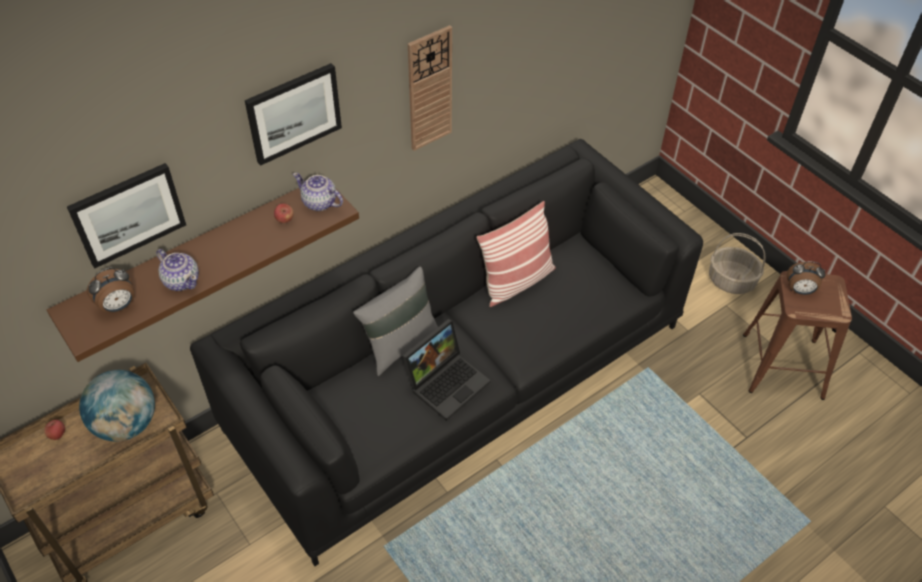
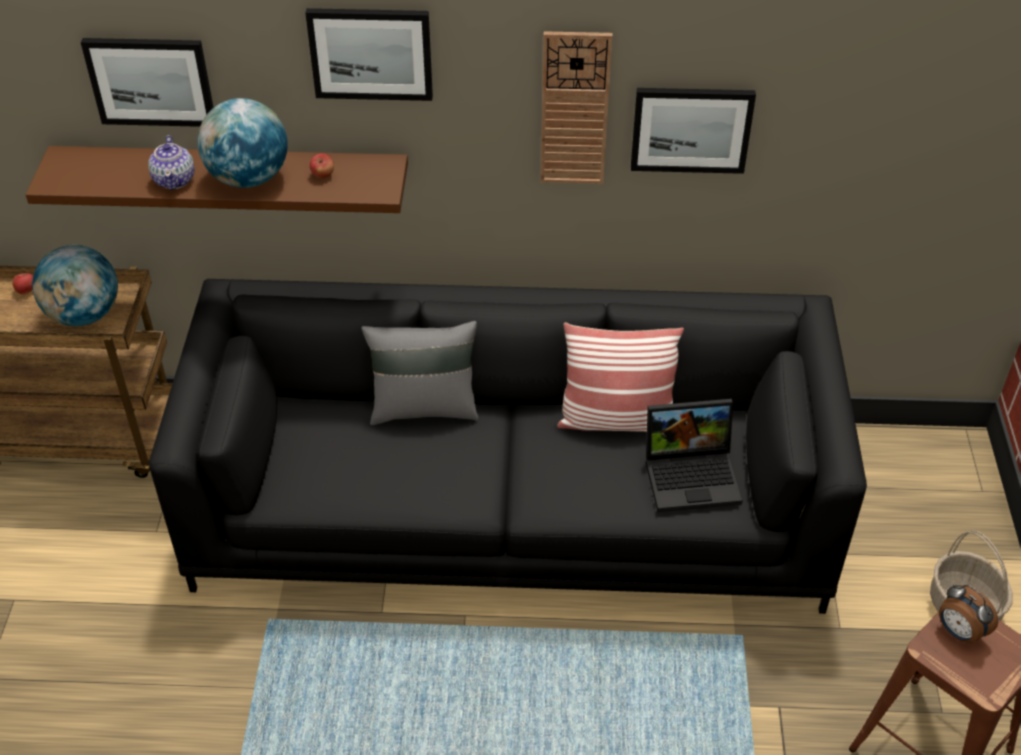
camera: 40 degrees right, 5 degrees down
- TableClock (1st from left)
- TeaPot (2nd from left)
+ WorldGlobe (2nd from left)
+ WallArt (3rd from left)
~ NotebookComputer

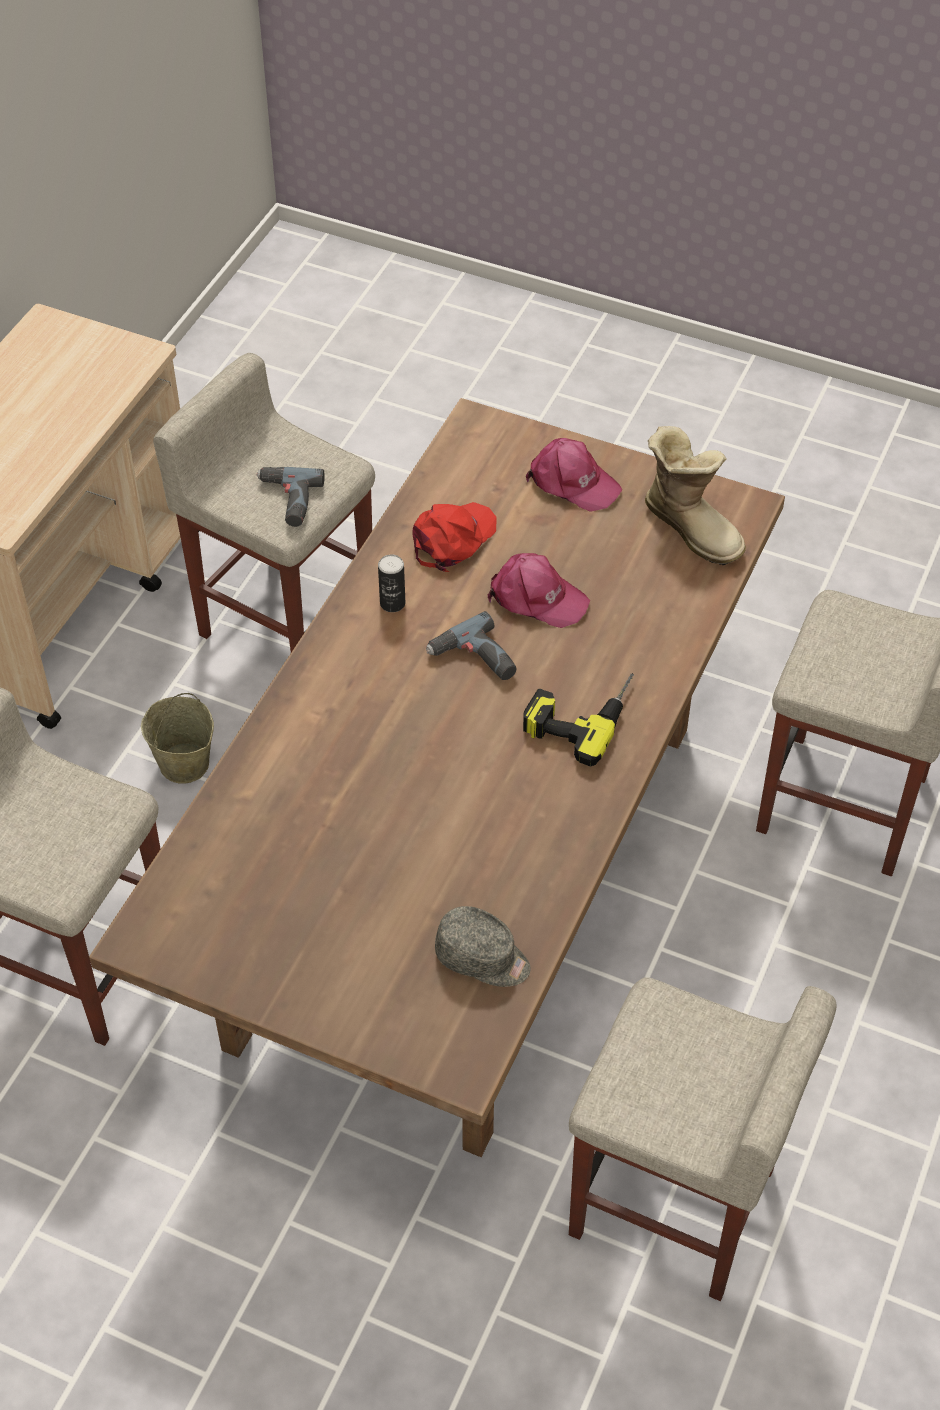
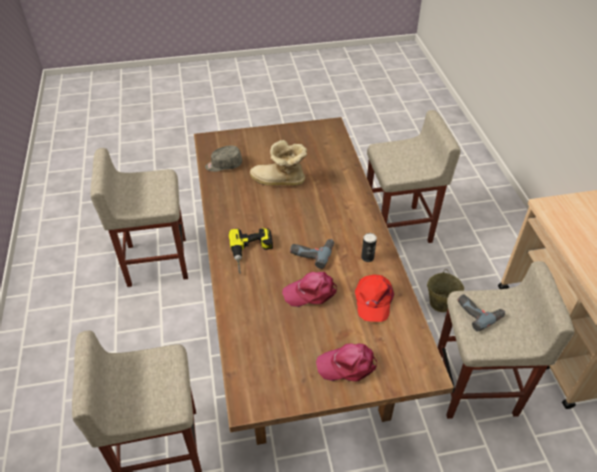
camera: 145 degrees right, 5 degrees down
~ Boot

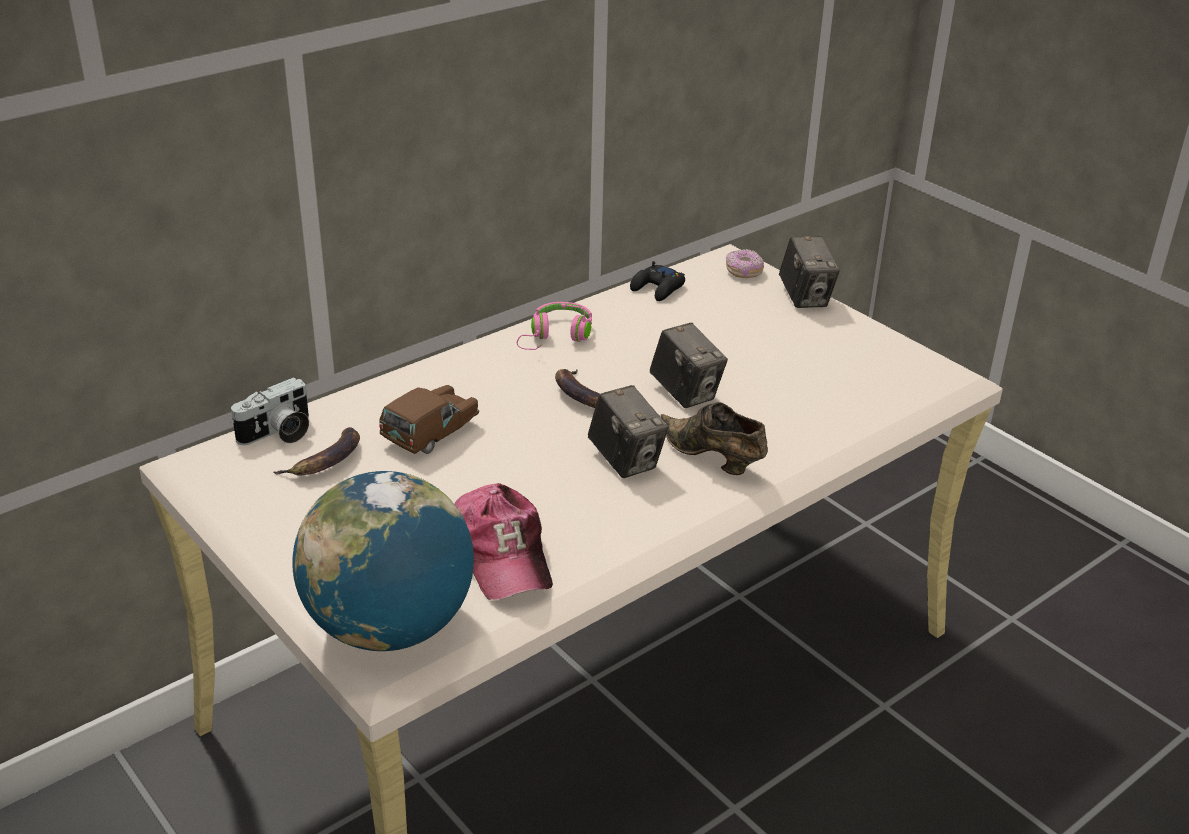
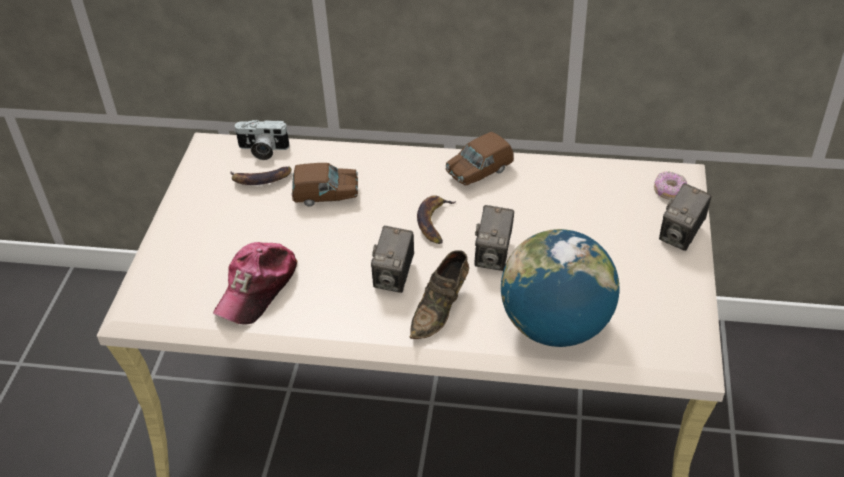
camera: 50 degrees right, 10 degrees up
- BlackishJoypad
~ WorldGlobe
~ PinkColouredHeadset to BrownColouredModelCar (2nd from left)
~ BrownColouredLowShoe 150 degrees counterclockwise

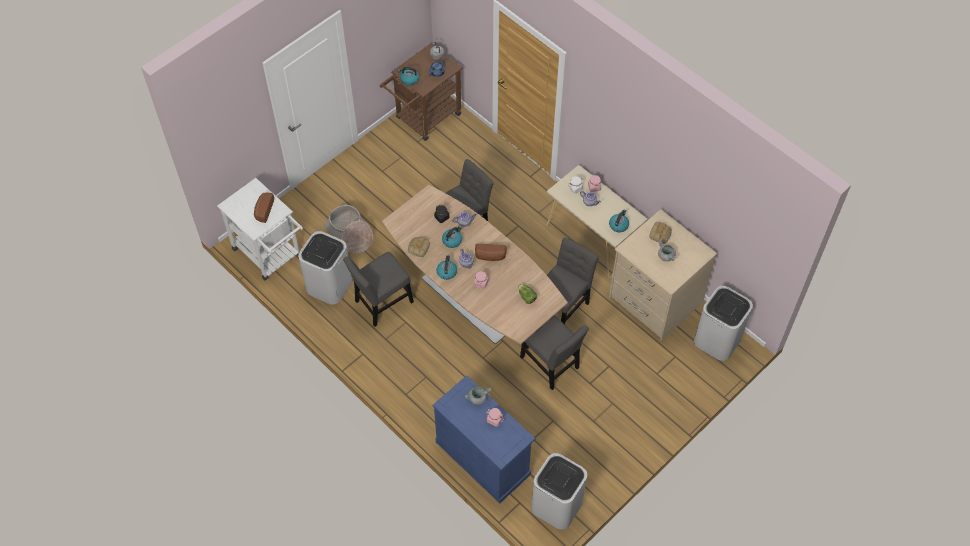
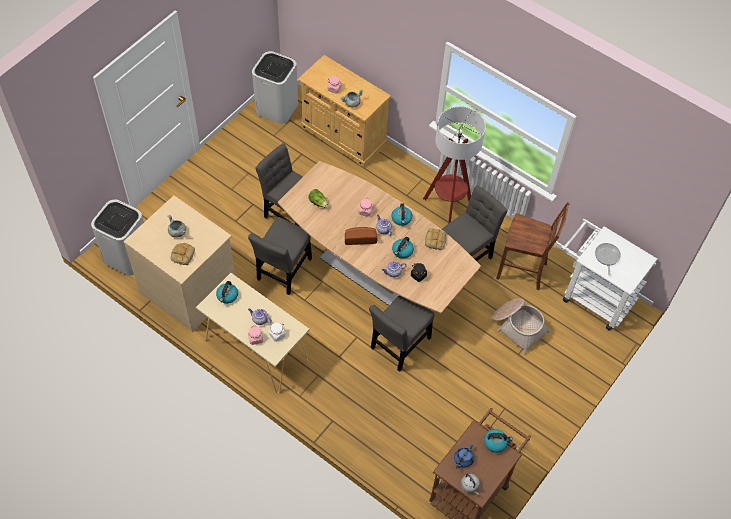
camera: 170 degrees right, 0 degrees up
+ FloorLamp
~ Bread (1st from left) to Skillet
~ WhiteColouredWasteBin (1st from left) to BrownColouredUprightChair
~ BluishCupboard to BeigeCupboard

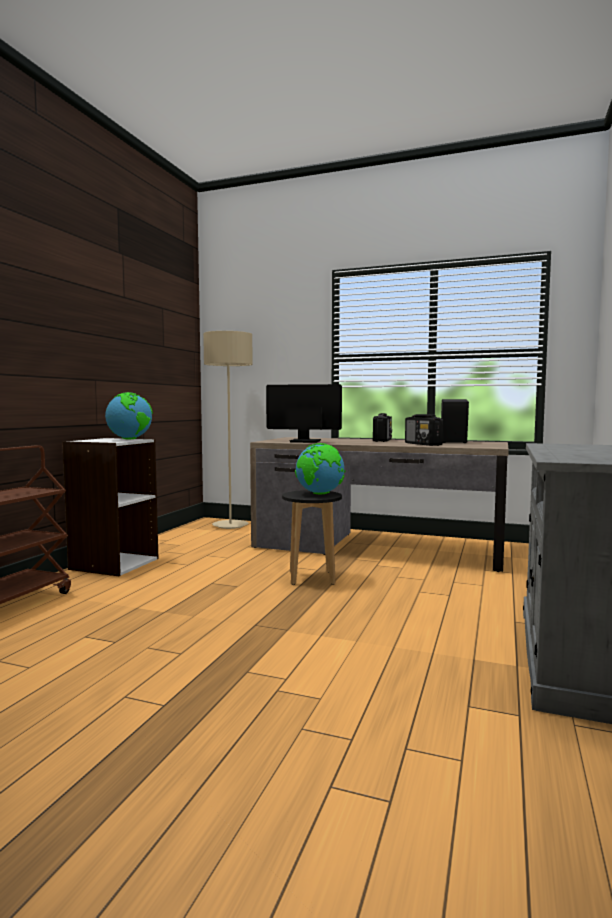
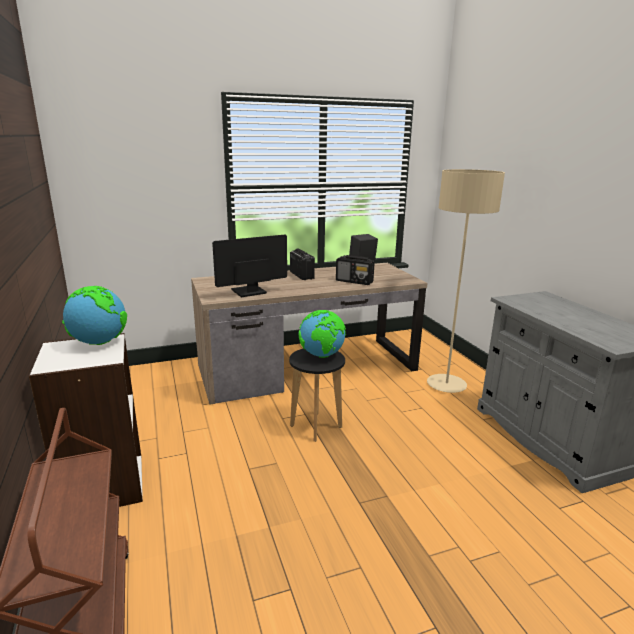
camera: 40 degrees left, 15 degrees up
~ BeigeFloorLamp

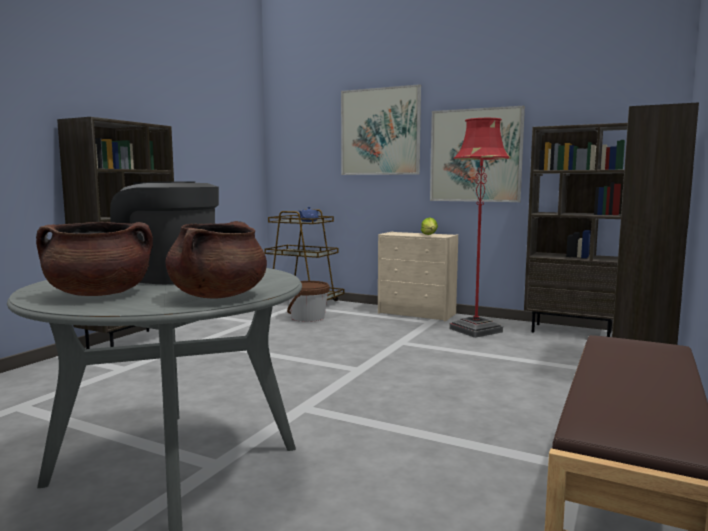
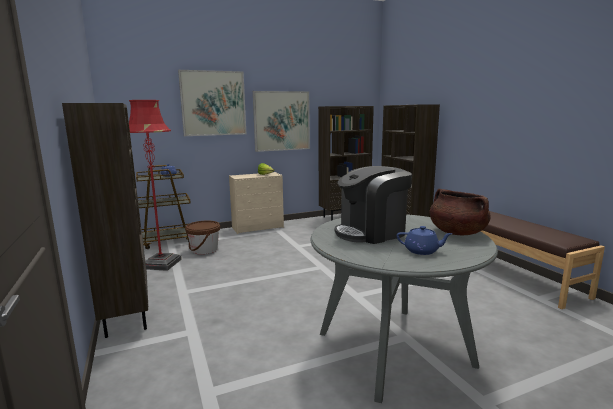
camera: 50 degrees left, 5 degrees up
~ RedColouredFloorLamp
~ BrownColouredStockpot (1st from left) to BluishTeaPot (2nd from left)

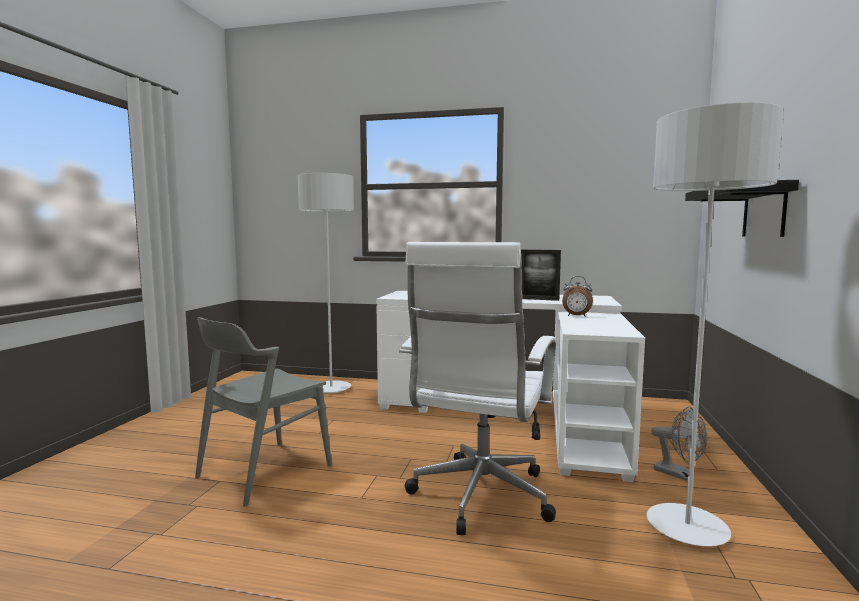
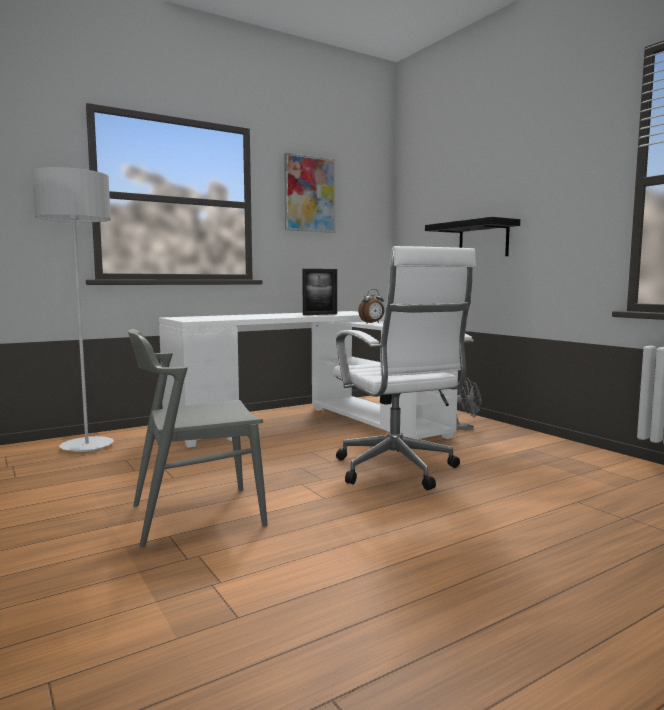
camera: 45 degrees left, 0 degrees up
- GrayFloorLamp (2nd from left)
+ WallArt
~ GrayUprightChair 75 degrees clockwise

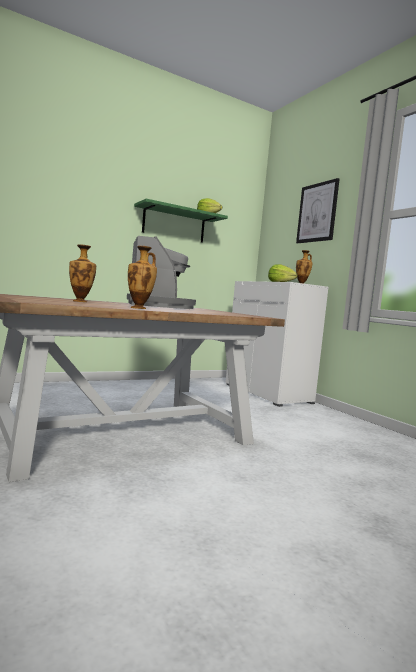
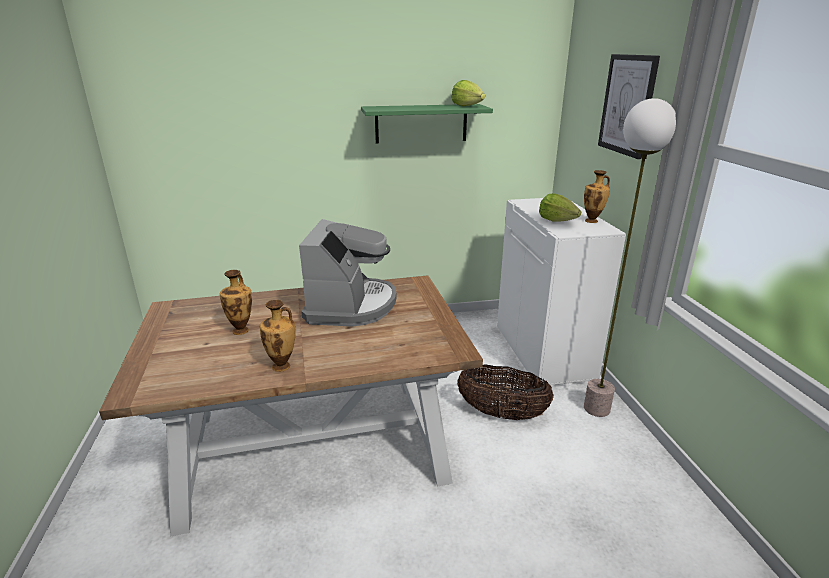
camera: 20 degrees right, 20 degrees up
+ HouseholdBasket
+ FloorLamp

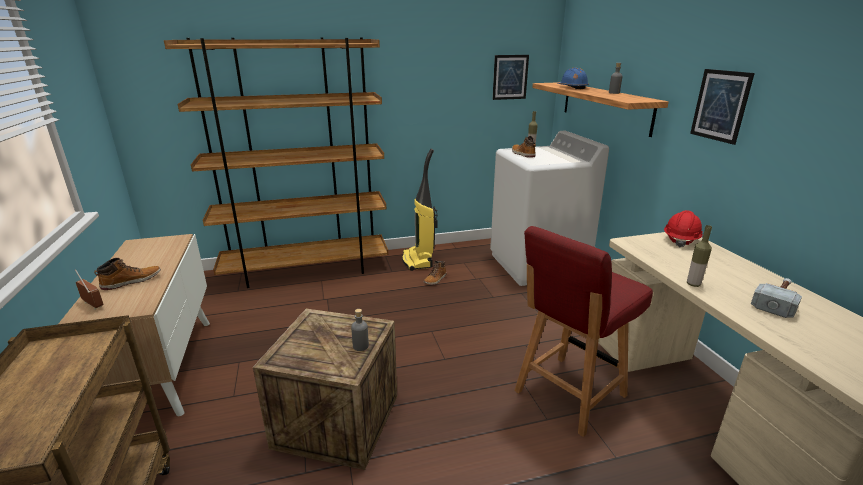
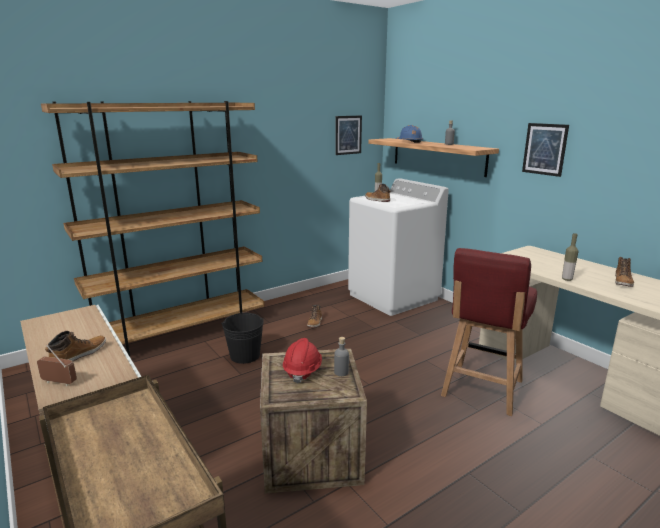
camera: 20 degrees left, 5 degrees down
- Hoover
+ BlackishBucket
~ RedColouredHardHat
~ ToolHammer to Boot (4th from left)

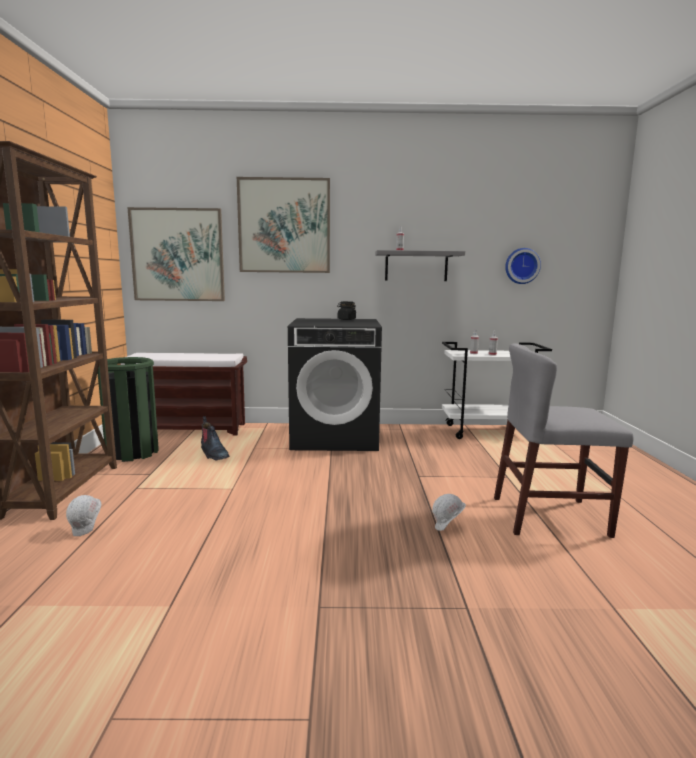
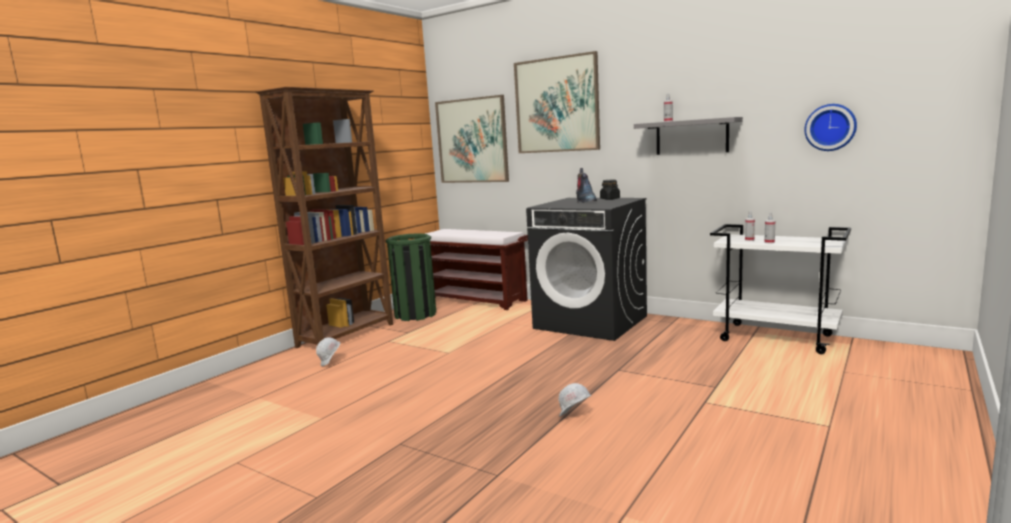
camera: 35 degrees right, 0 degrees up
- GrayUprightChair
~ Boot

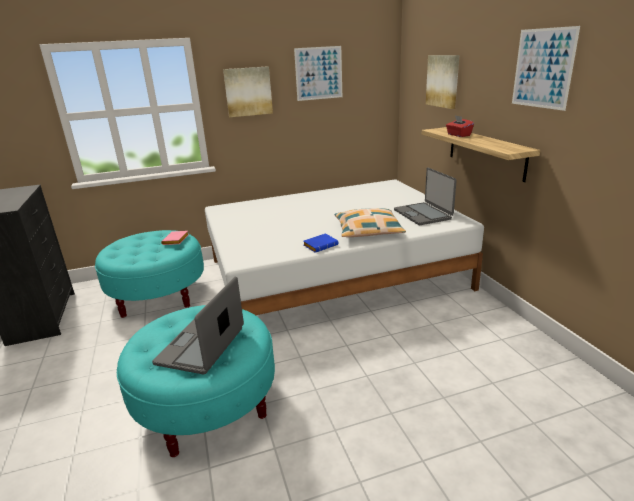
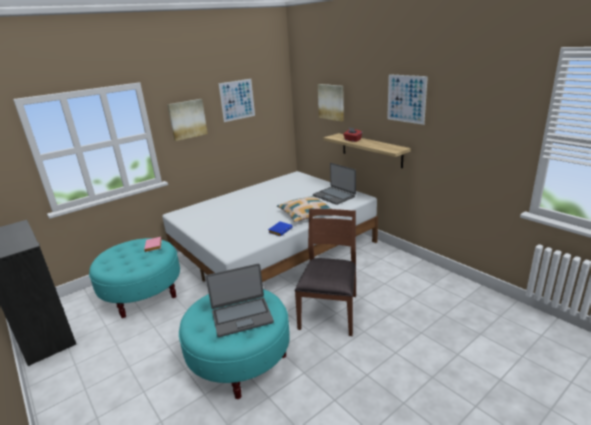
camera: 20 degrees left, 0 degrees up
+ BrownColouredUprightChair
~ NotebookComputer (1st from left) 105 degrees counterclockwise

